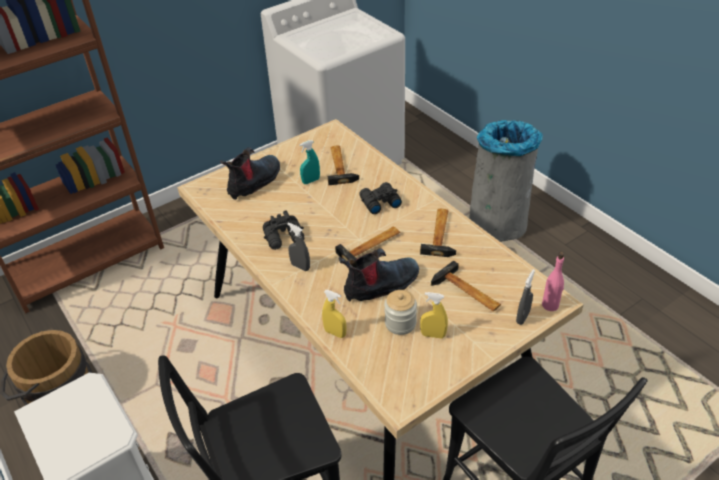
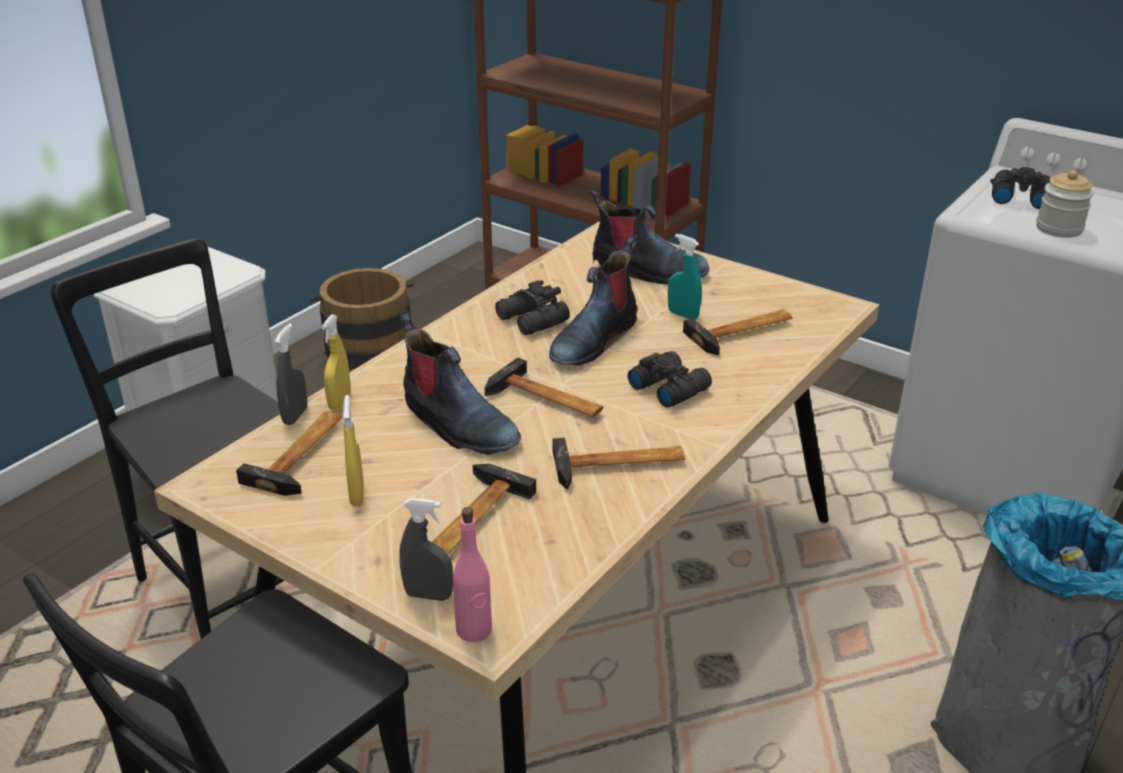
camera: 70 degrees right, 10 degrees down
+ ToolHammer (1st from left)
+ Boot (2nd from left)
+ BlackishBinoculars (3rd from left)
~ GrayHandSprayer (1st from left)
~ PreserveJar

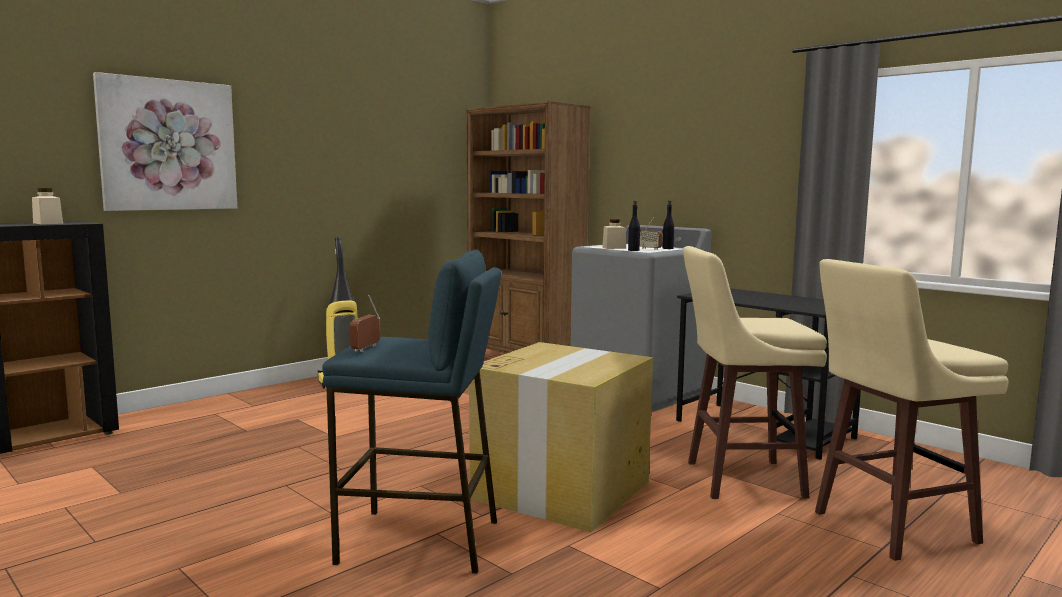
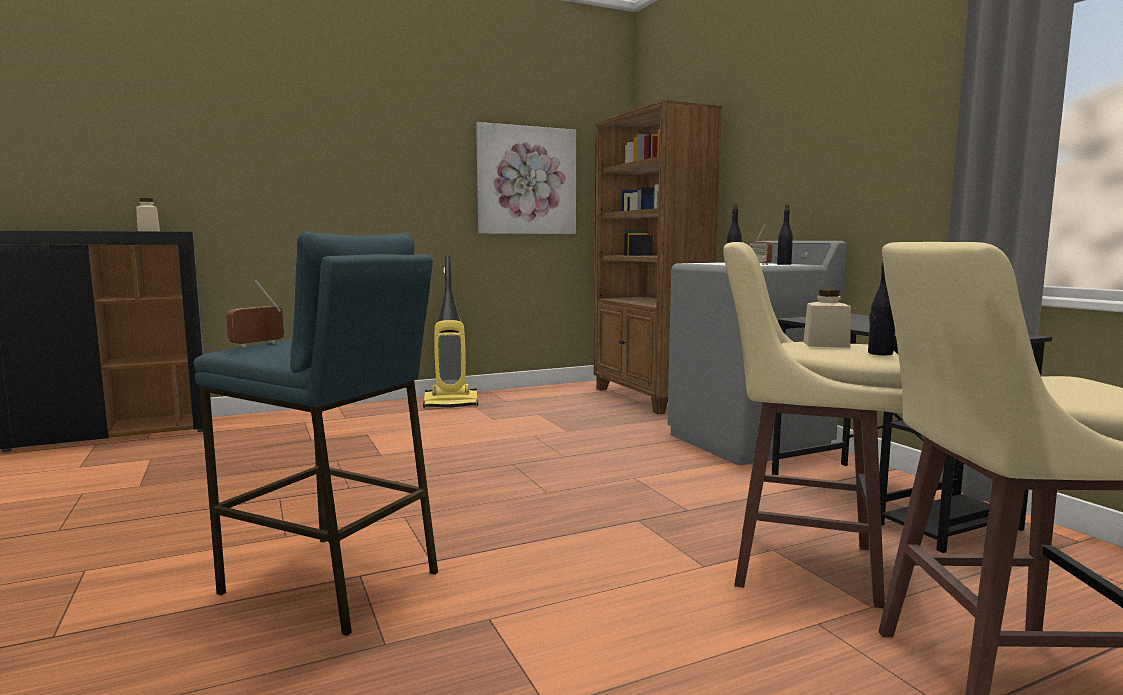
camera: 20 degrees right, 0 degrees up
- CardboardBox
+ BlackishBeverageBottle (3rd from left)
~ WallArt
~ BeigePreserveJar (2nd from left)

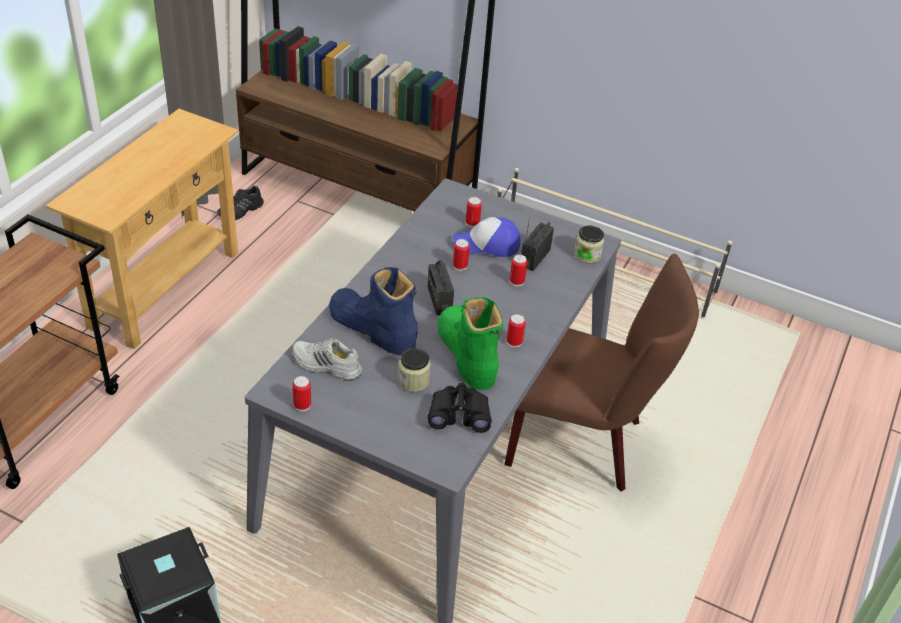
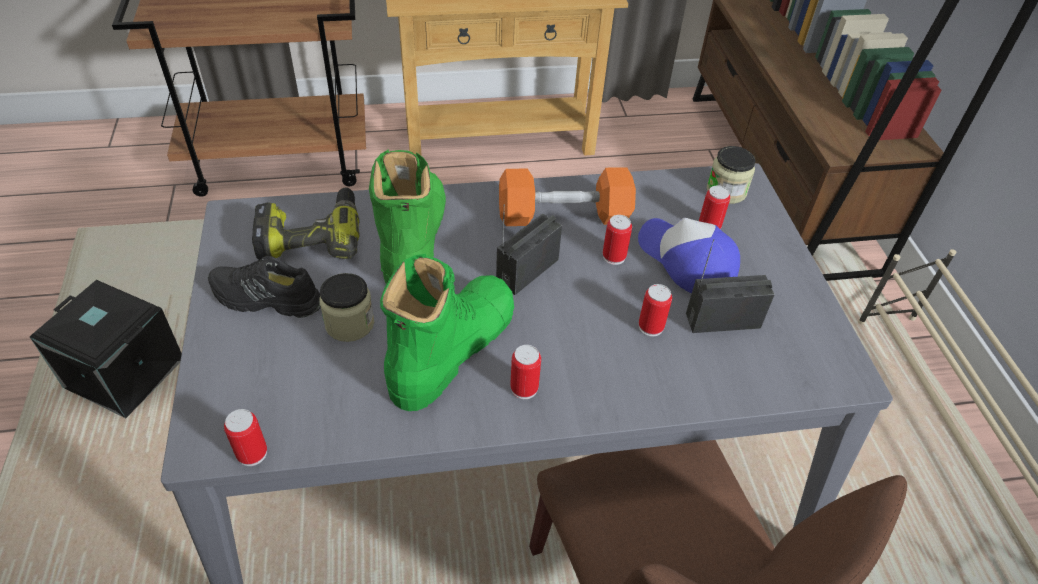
camera: 55 degrees right, 5 degrees up
- BlackishBinoculars
+ OrangeHandWeight
~ BlackishLowShoe
~ SealedCan (1st from left)
~ PreserveJar (2nd from left)
~ WhiteColouredLowShoe to ElectricDrill
~ BluishBoot to GreenBoot (1st from left)

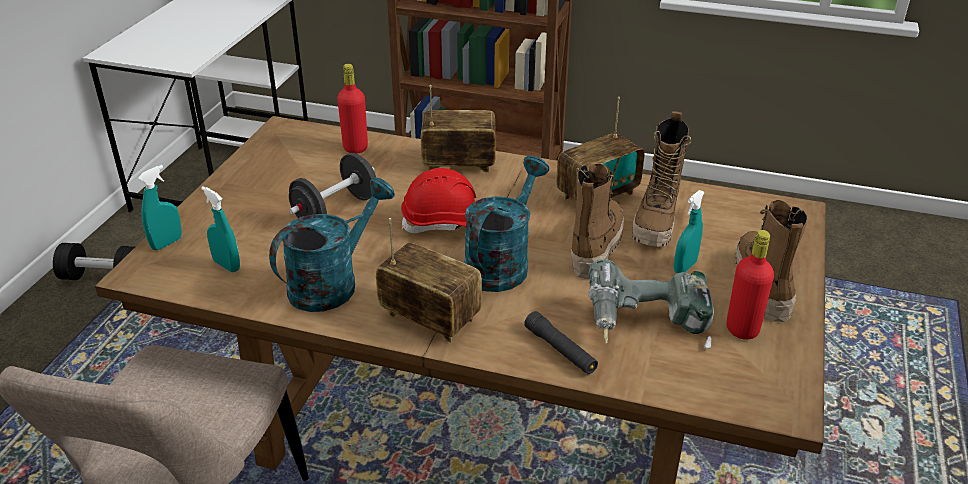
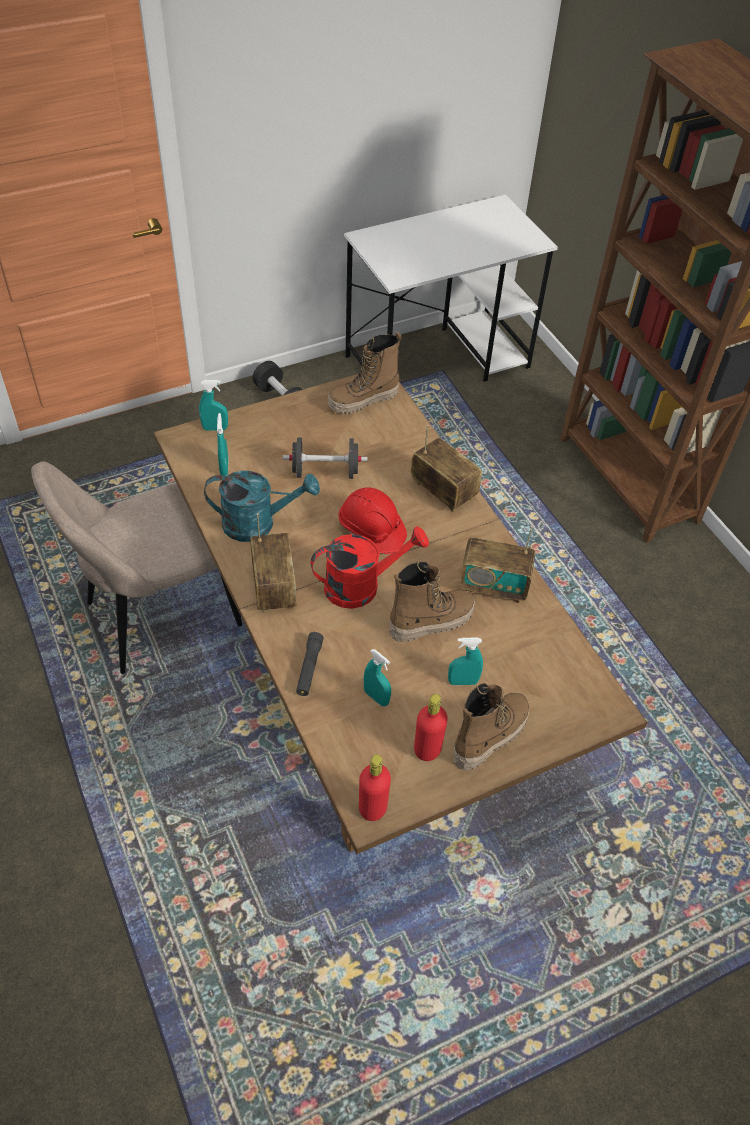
camera: 45 degrees right, 15 degrees up
~ RedColouredBeverageBottle (1st from left)
~ Boot (2nd from left in the first image) to Boot (1st from left)
~ ElectricDrill to TurquoiseColouredHandSprayer (3rd from left)
~ TurquoiseColouredWateringPot (2nd from left) to RedColouredWateringPot

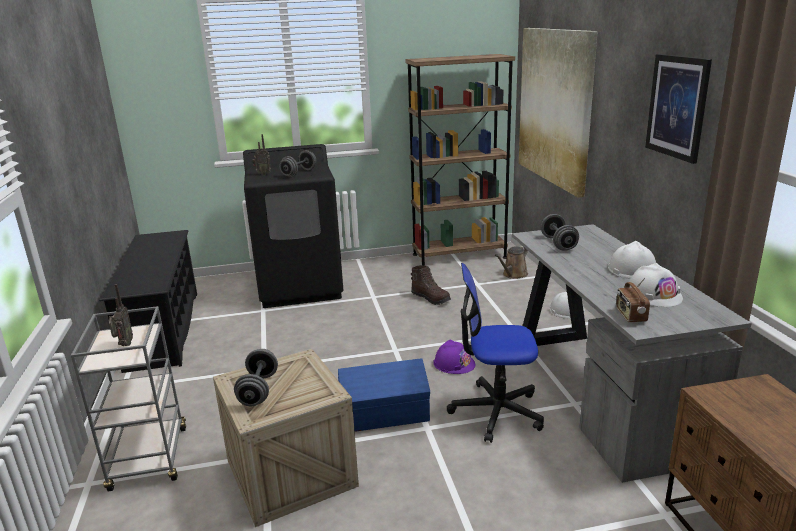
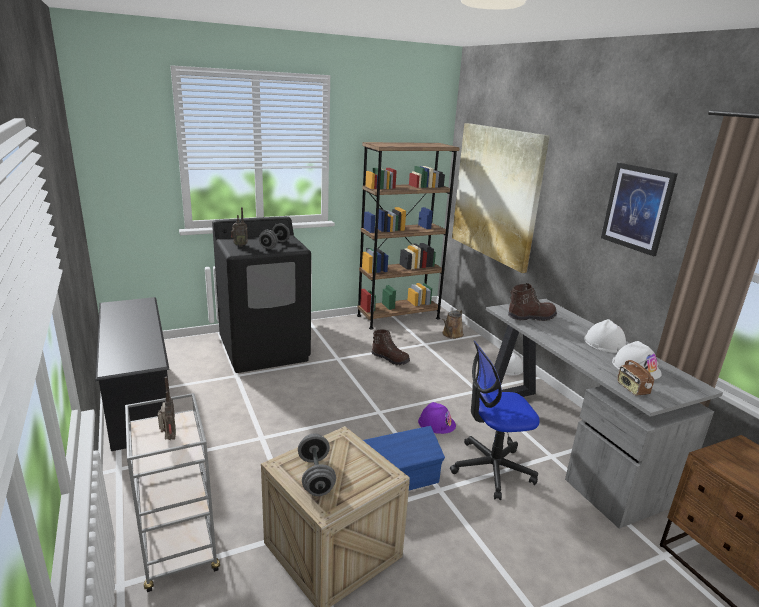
camera: 15 degrees left, 0 degrees up
~ GrayHandWeight (3rd from left) to BrownColouredBoot (2nd from left)

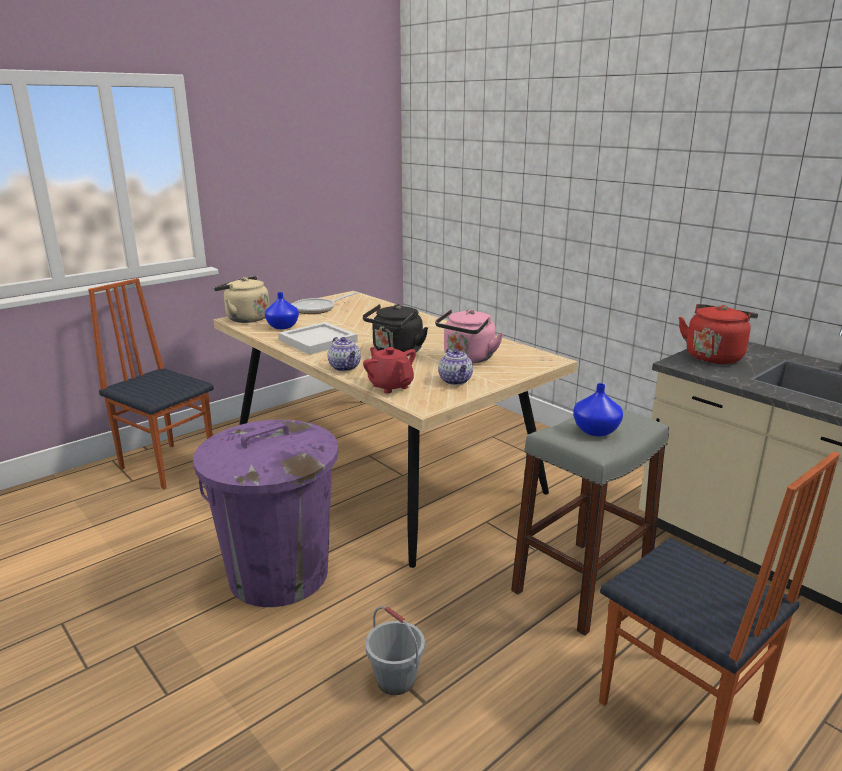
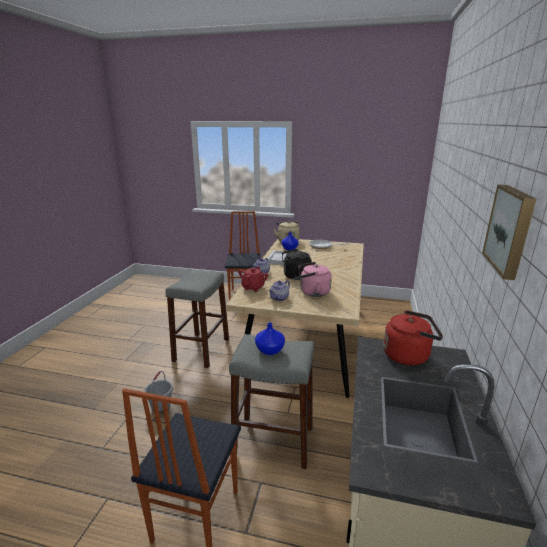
camera: 55 degrees right, 0 degrees up
+ WallArt
~ PurpleColouredWasteBin to GrayStoolSeat (1st from left)

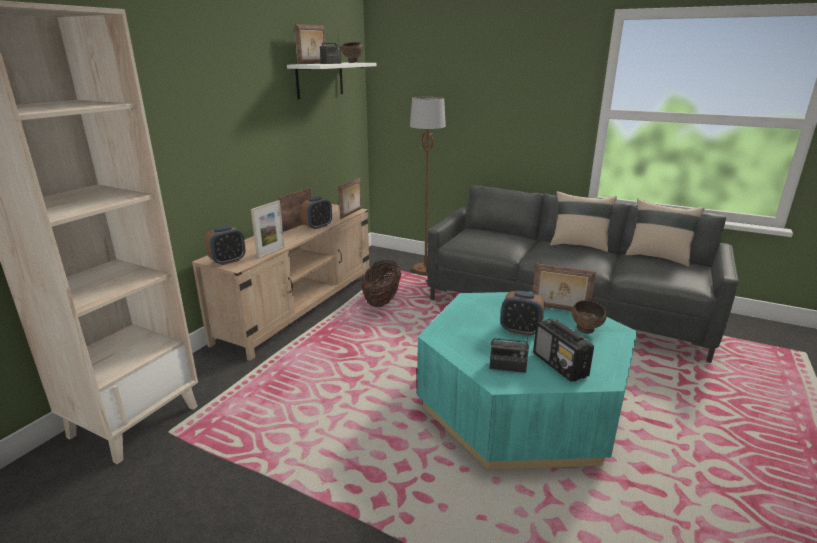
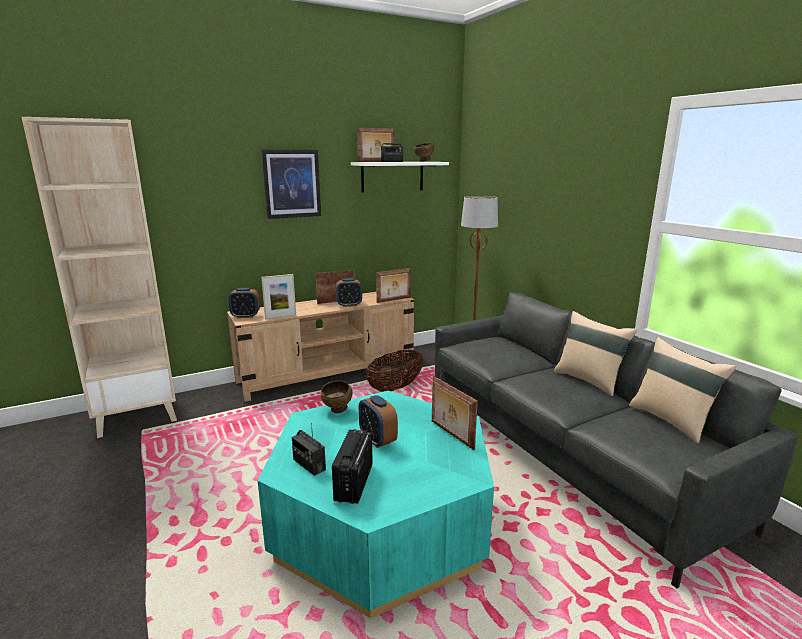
camera: 35 degrees right, 5 degrees down
+ WallArt
~ BrownColouredServingBowl (2nd from left in the first image) to BrownColouredServingBowl (1st from left)

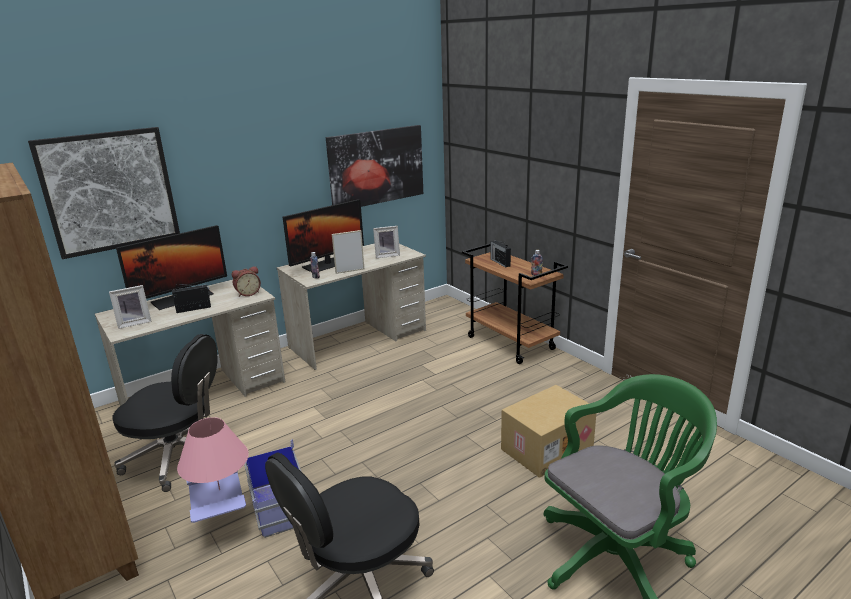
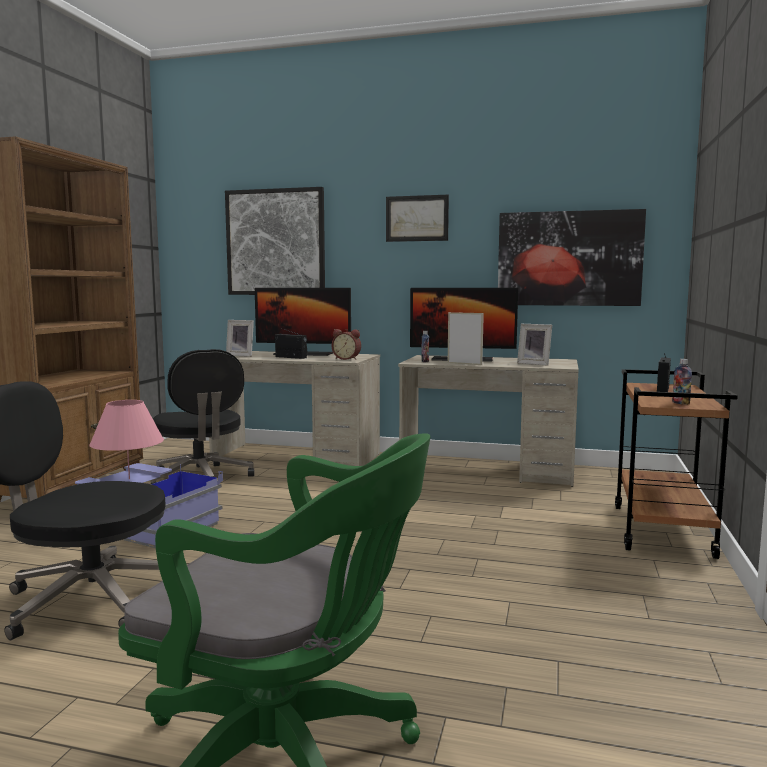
camera: 50 degrees right, 15 degrees down
- CardboardBox
+ WallArt (2nd from left)

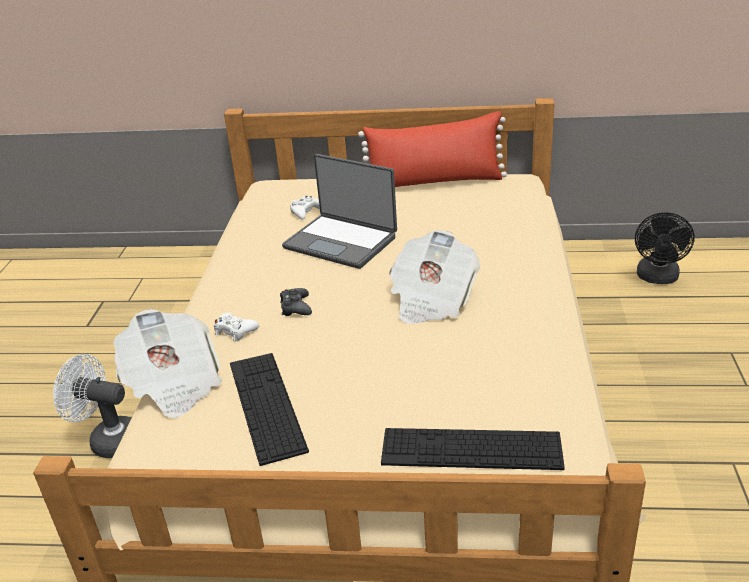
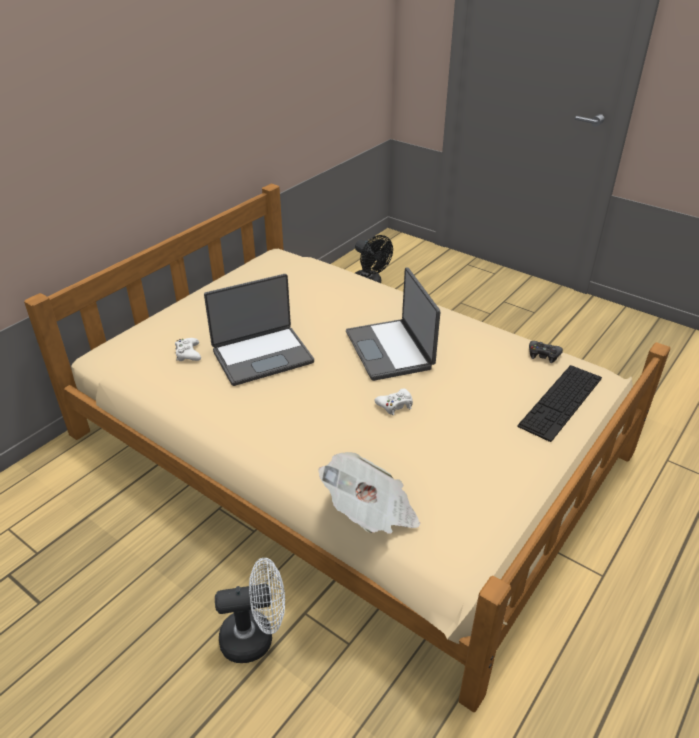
camera: 60 degrees left, 5 degrees up
- ComputerKeyboard (1st from left)
- RedColouredCushion
~ WhiteColouredJoypad (1st from left in the first image) to WhiteColouredJoypad (2nd from left)
~ BlackishJoypad
~ DailyPaper (2nd from left) to NotebookComputer (2nd from left)
~ WhiteColouredFan 150 degrees counterclockwise

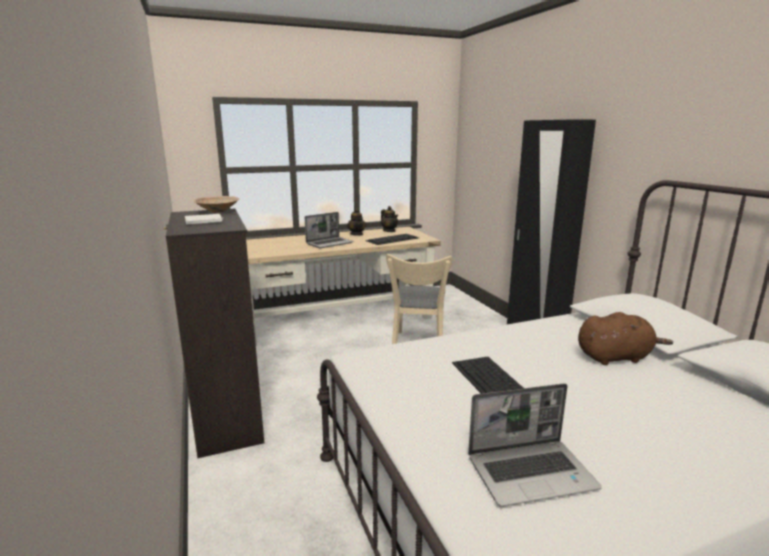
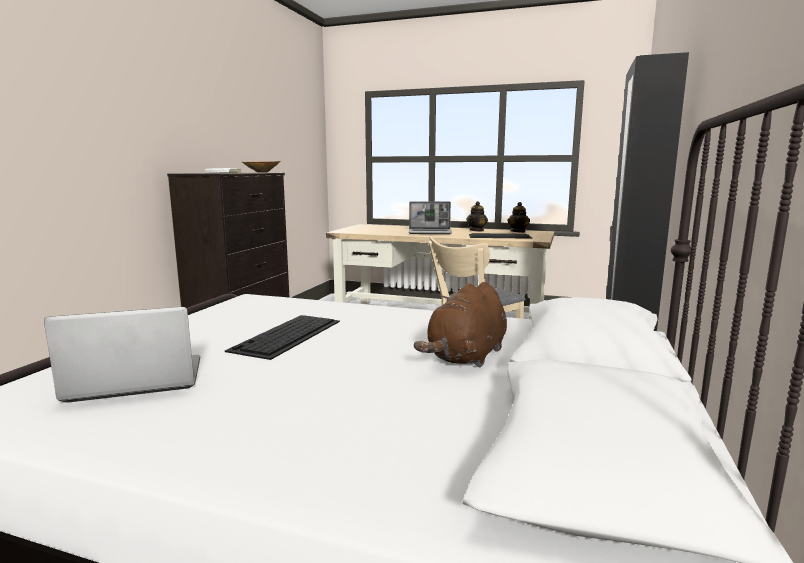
camera: 40 degrees right, 5 degrees down
~ NotebookComputer (2nd from left in the first image) 135 degrees clockwise
~ BrownColouredSoftToy 90 degrees clockwise

